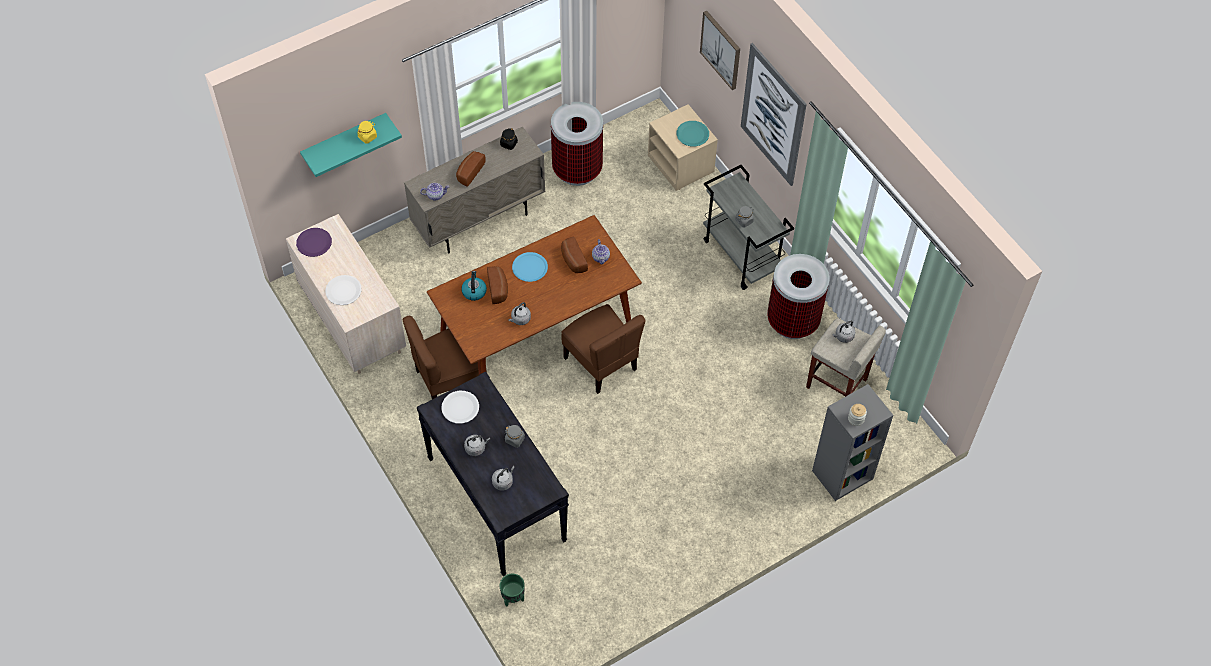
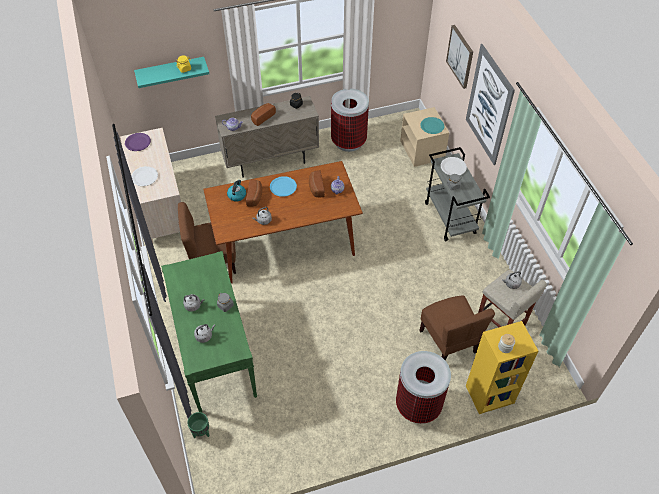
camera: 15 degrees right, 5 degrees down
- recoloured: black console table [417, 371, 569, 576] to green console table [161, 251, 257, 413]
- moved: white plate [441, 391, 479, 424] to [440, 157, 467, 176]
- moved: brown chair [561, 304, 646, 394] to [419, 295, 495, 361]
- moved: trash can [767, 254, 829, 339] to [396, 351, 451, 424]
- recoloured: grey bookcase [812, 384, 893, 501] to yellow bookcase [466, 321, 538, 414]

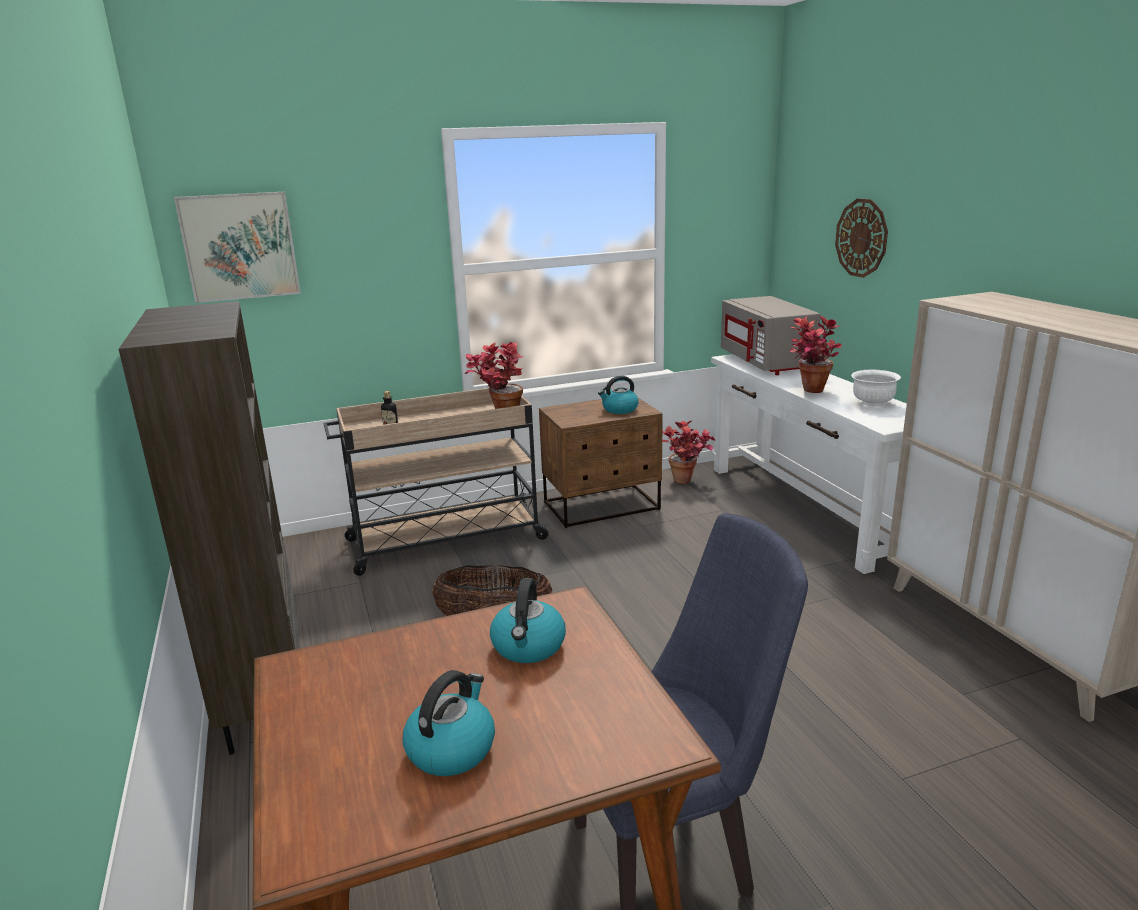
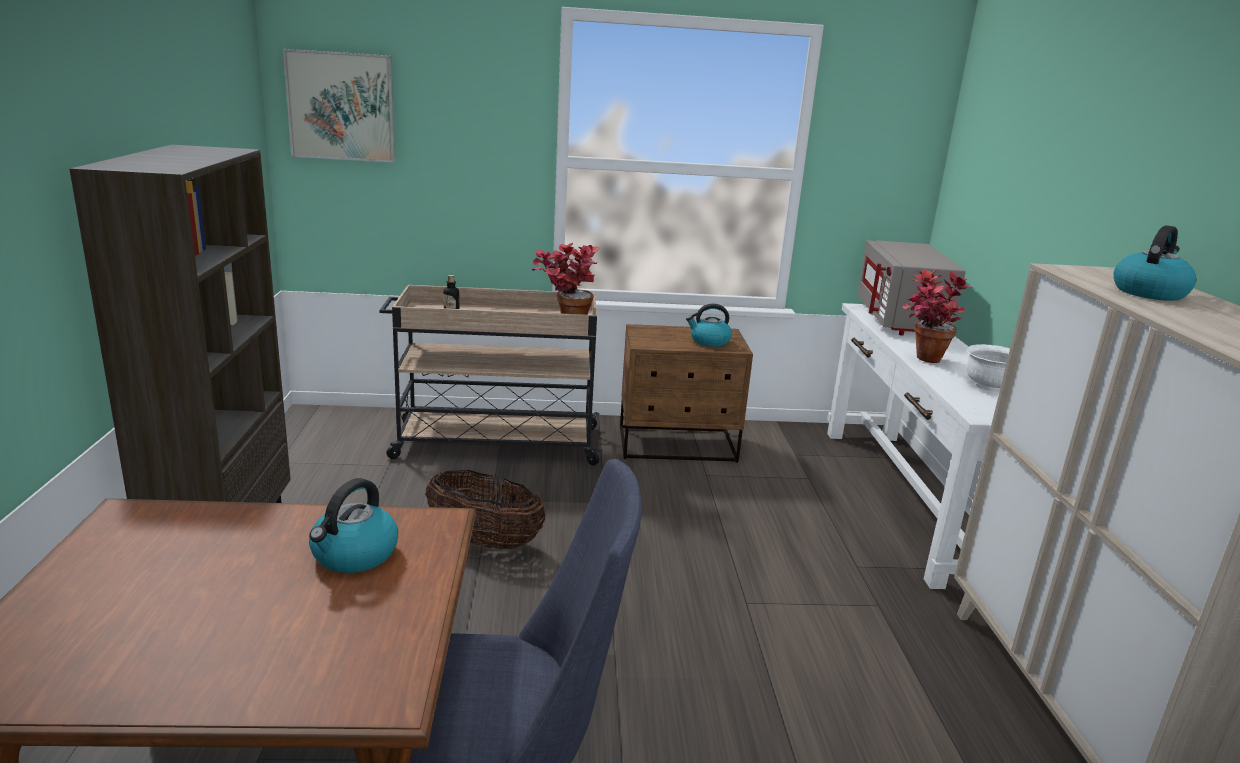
camera: 15 degrees right, 0 degrees up
- moved: kettle [403, 670, 495, 776] to [1114, 226, 1196, 301]
- removed: potted plant [662, 421, 715, 484]
- removed: wall clock [835, 199, 888, 278]

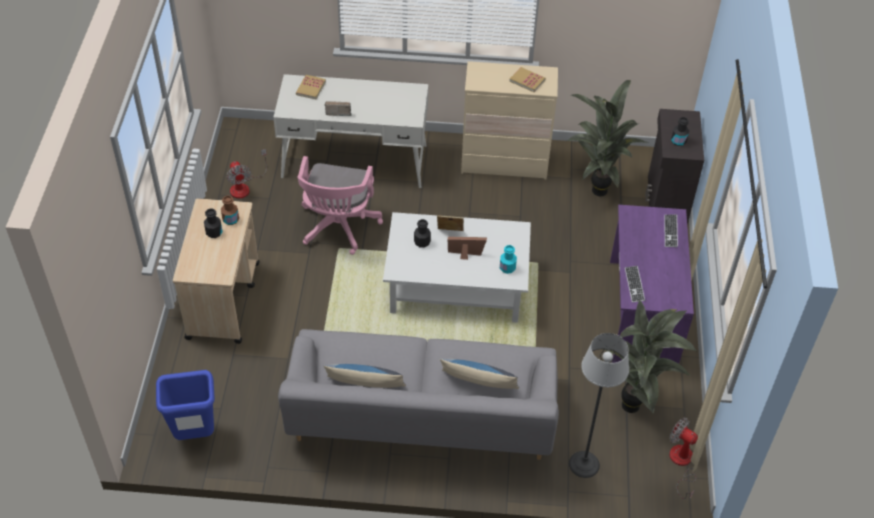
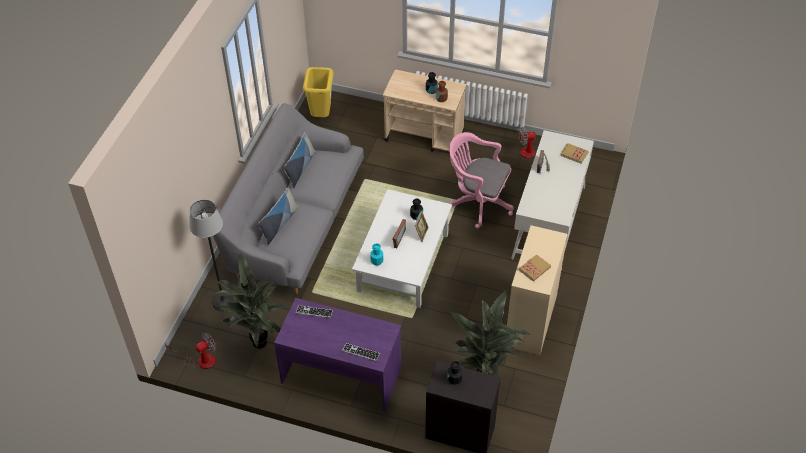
camera: 105 degrees right, 0 degrees up
- recoloured: blue trash can [156, 370, 215, 440] to yellow trash can [303, 67, 334, 117]

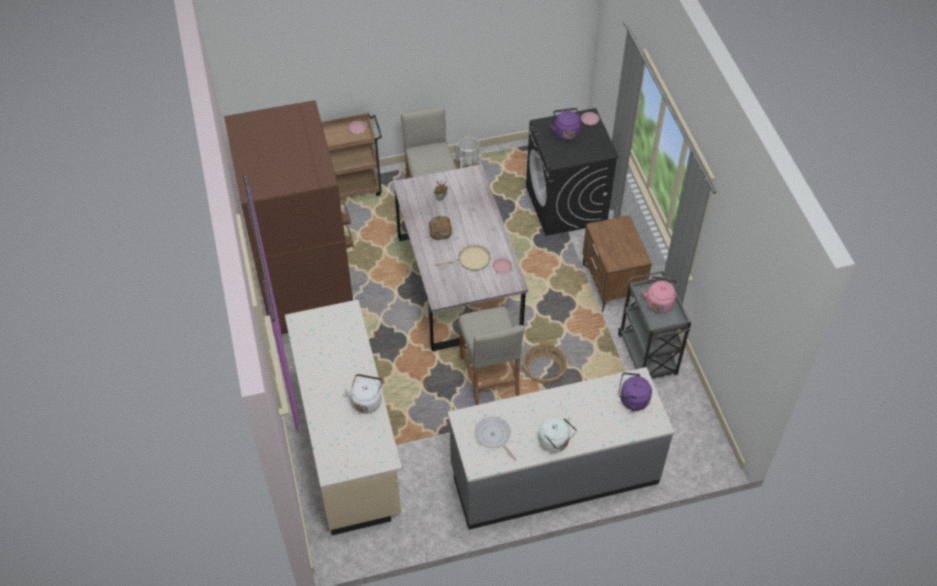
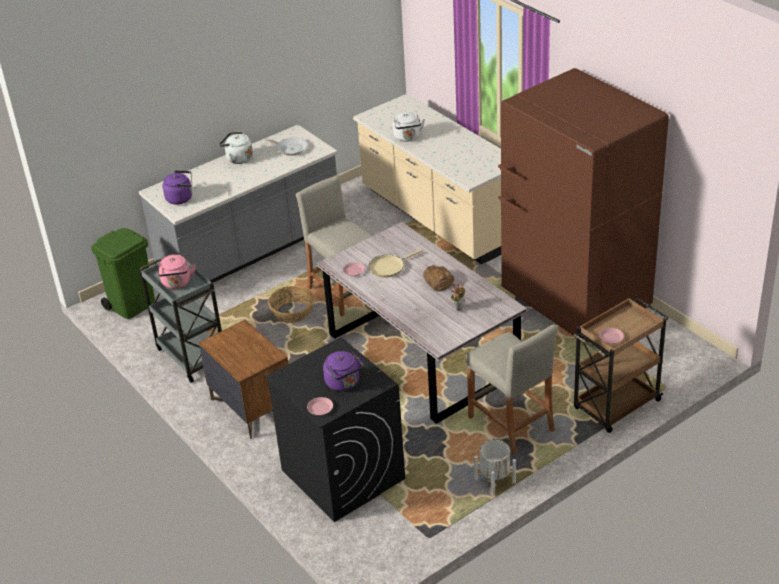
camera: 160 degrees right, 15 degrees down
- added: green trash can [91, 228, 155, 319]

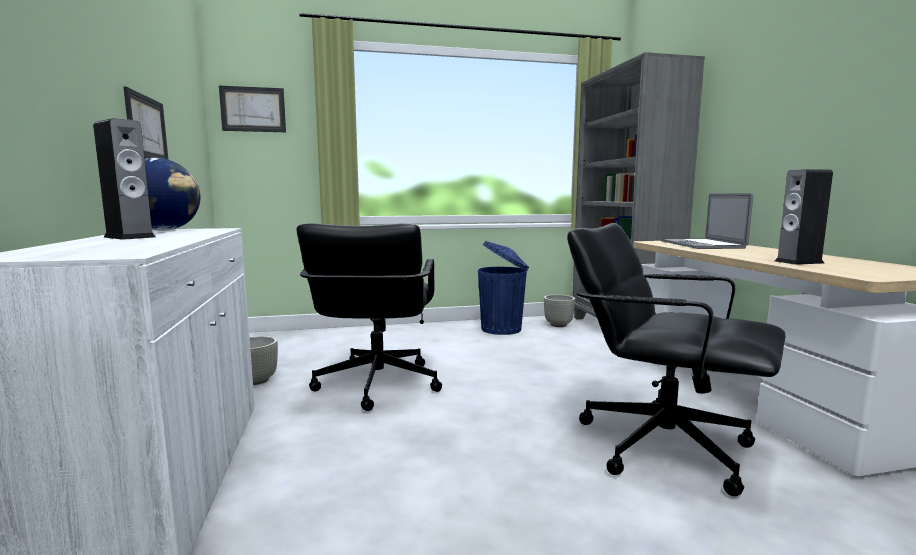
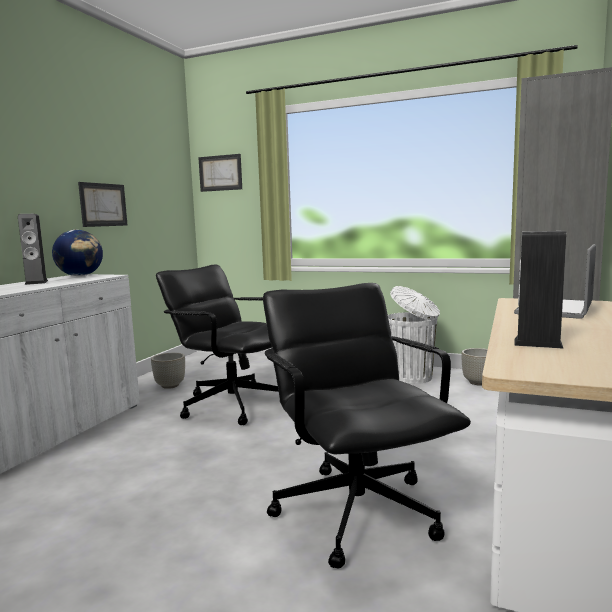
camera: 35 degrees right, 0 degrees up
- turned: black office chair [297, 223, 442, 411] = [156, 265, 281, 425] 90 degrees clockwise
- recoloured: blue trash can [478, 241, 529, 335] to white trash can [388, 286, 440, 384]

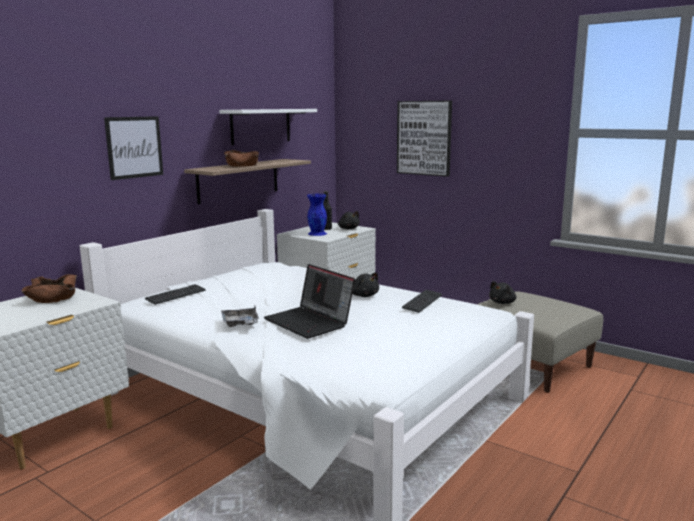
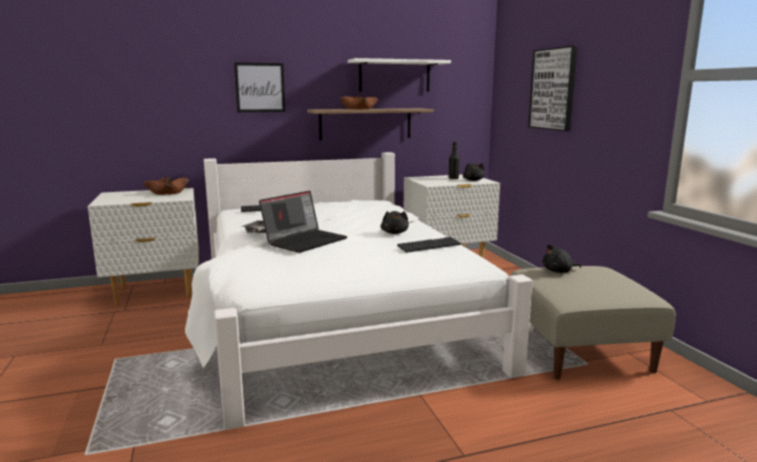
camera: 35 degrees right, 0 degrees up
- turned: laptop [264, 264, 355, 339] = [259, 191, 348, 253] 135 degrees counterclockwise
- removed: blue vase [307, 194, 327, 236]

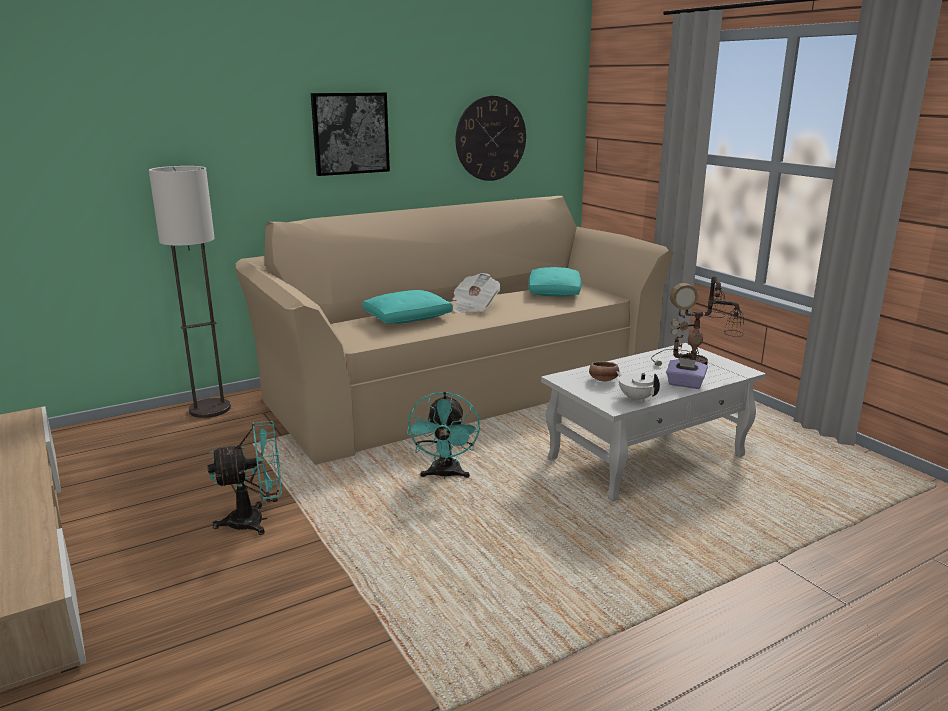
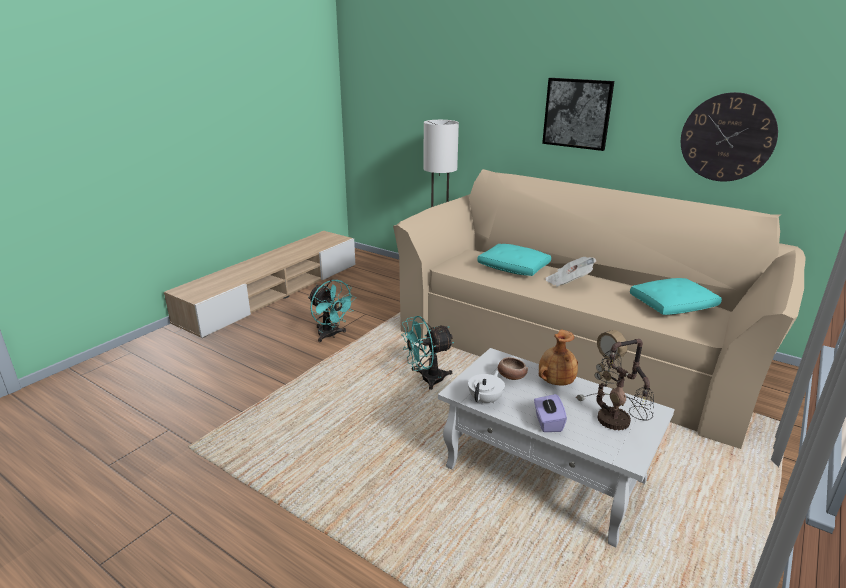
camera: 65 degrees right, 5 degrees up
- added: brown vase [539, 330, 578, 385]

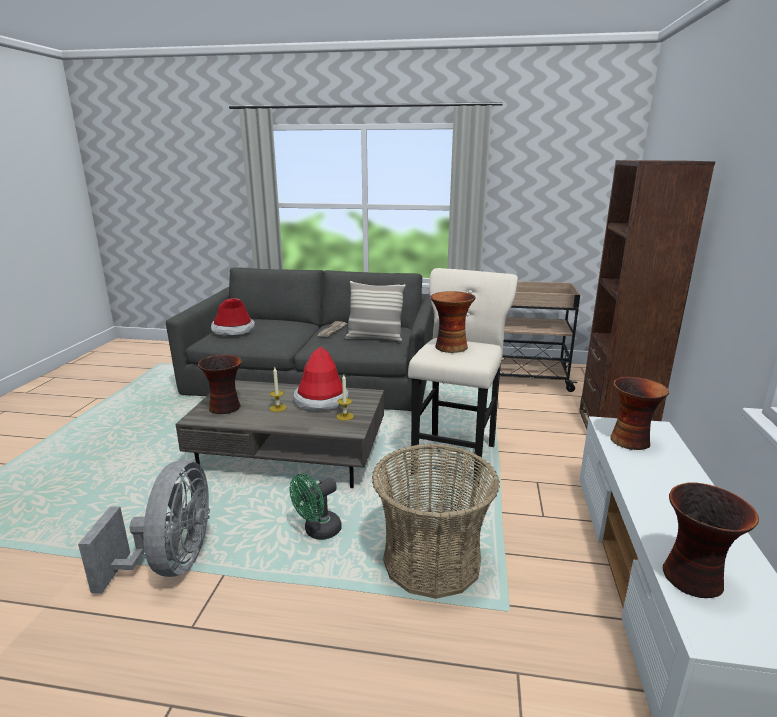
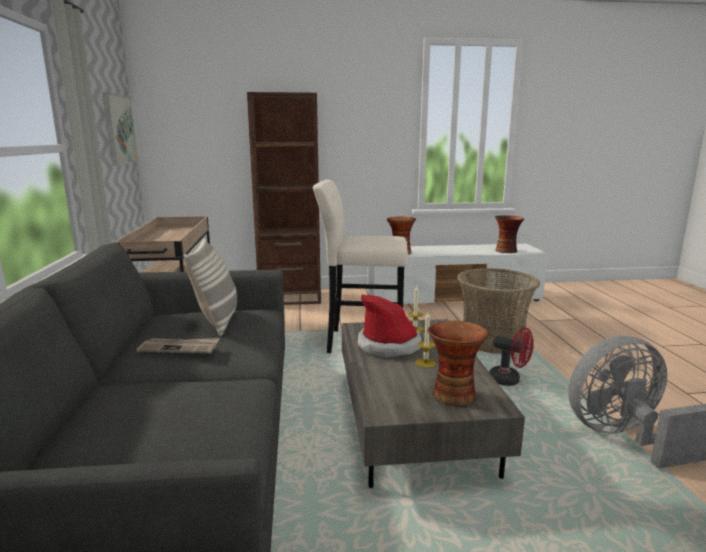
camera: 105 degrees left, 5 degrees down
- removed: hat [211, 298, 255, 336]
- recoloured: green fan [290, 474, 342, 540] to red fan [489, 327, 534, 386]
- removed: vase [431, 291, 476, 353]
- added: picture [103, 92, 138, 166]

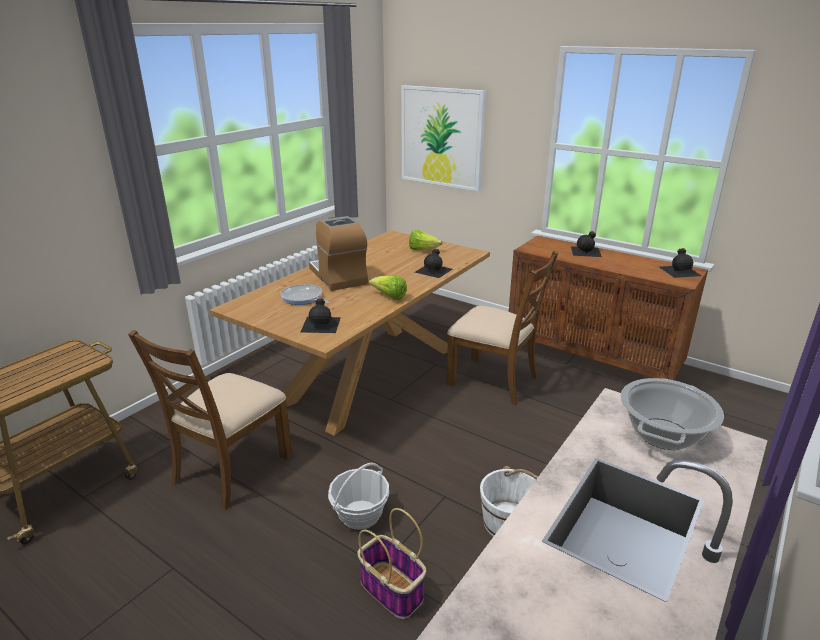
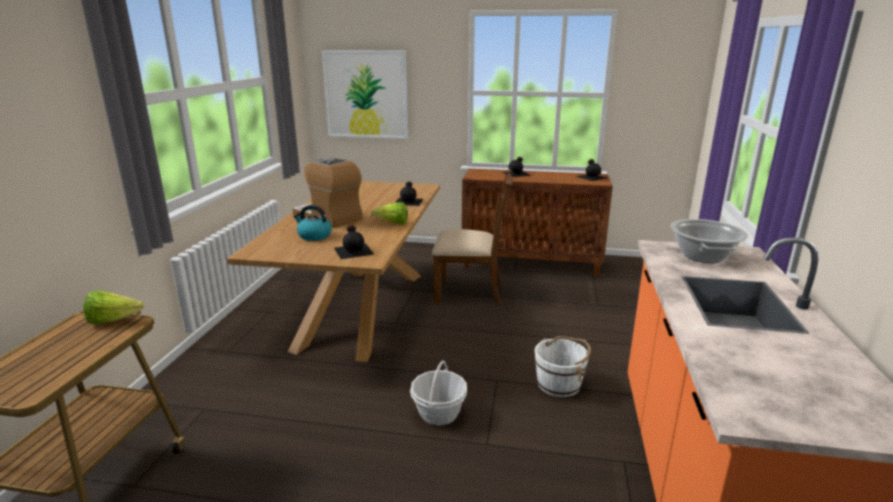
camera: 25 degrees left, 5 degrees down
- removed: brown chair [128, 330, 292, 510]
- replaced: frying pan [280, 284, 330, 305] to kettle [293, 205, 332, 241]
- removed: basket [357, 508, 426, 619]
- moved: lettuce [409, 230, 442, 250] to [83, 290, 144, 324]

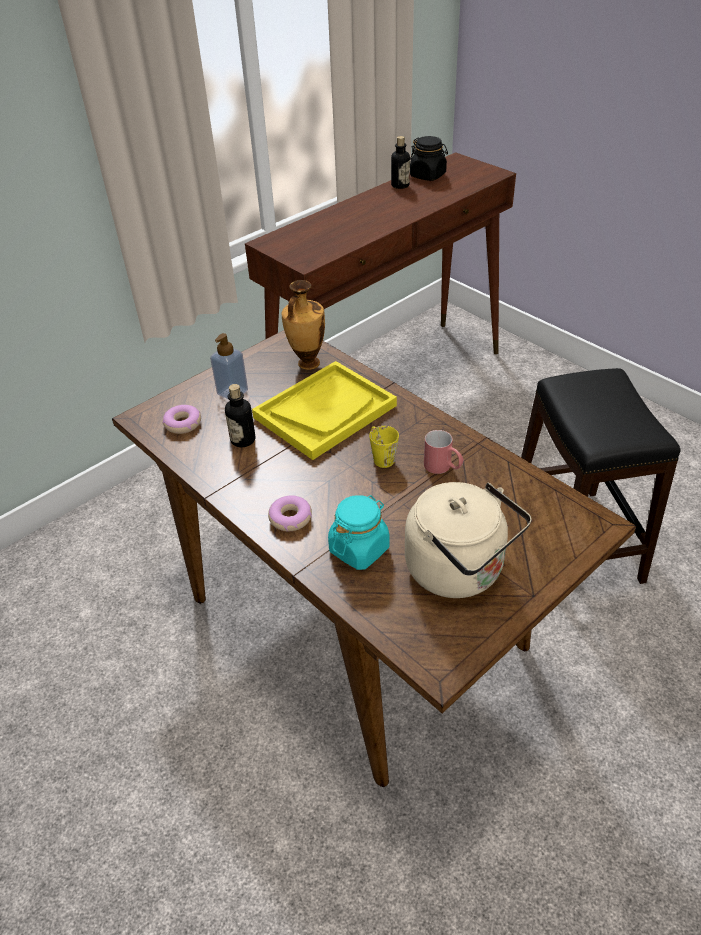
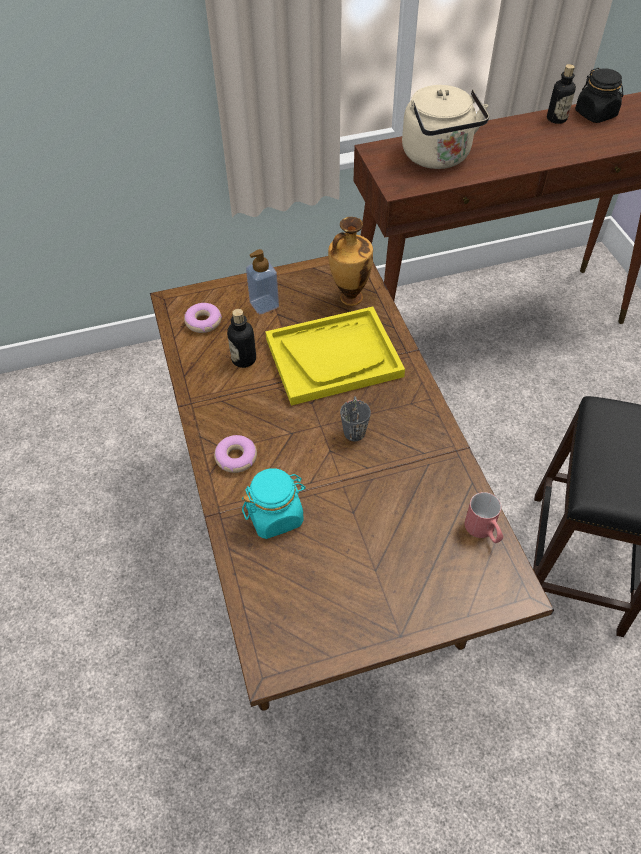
camera: 25 degrees right, 10 degrees up
- recoloured: yellow mug [369, 426, 399, 468] to grey mug [340, 396, 371, 441]
- moved: beige kettle [405, 482, 531, 598] to [402, 85, 489, 169]
- moved: red mug [424, 430, 464, 474] to [465, 492, 503, 543]

